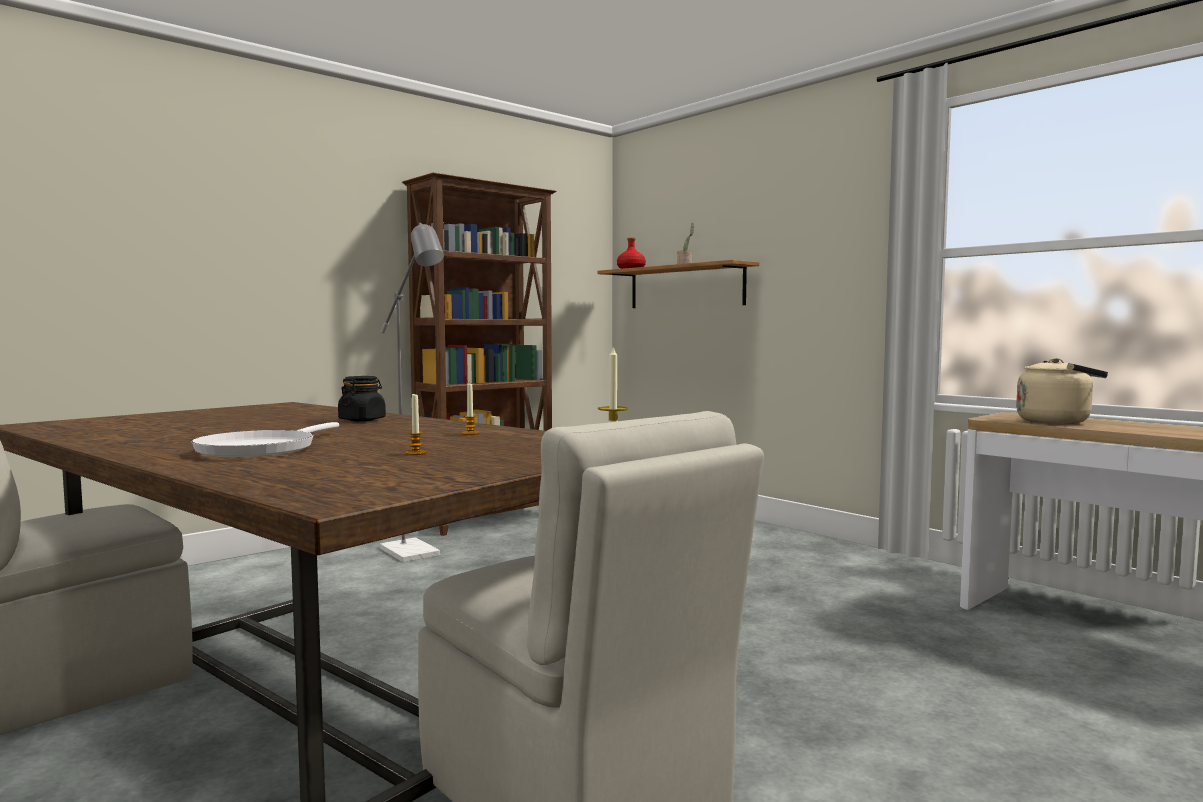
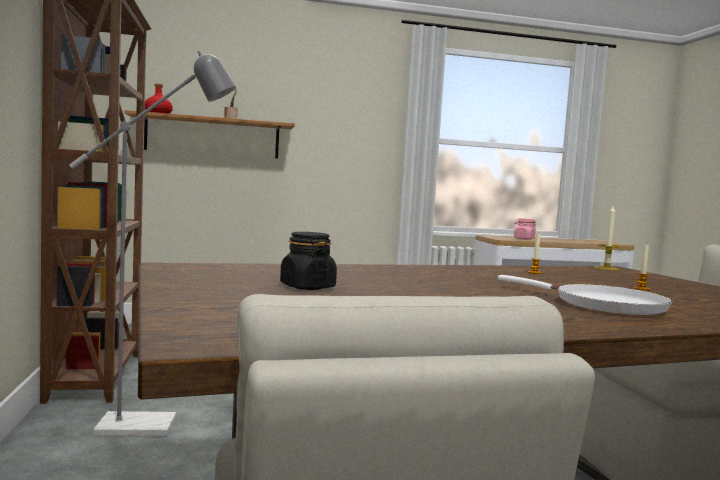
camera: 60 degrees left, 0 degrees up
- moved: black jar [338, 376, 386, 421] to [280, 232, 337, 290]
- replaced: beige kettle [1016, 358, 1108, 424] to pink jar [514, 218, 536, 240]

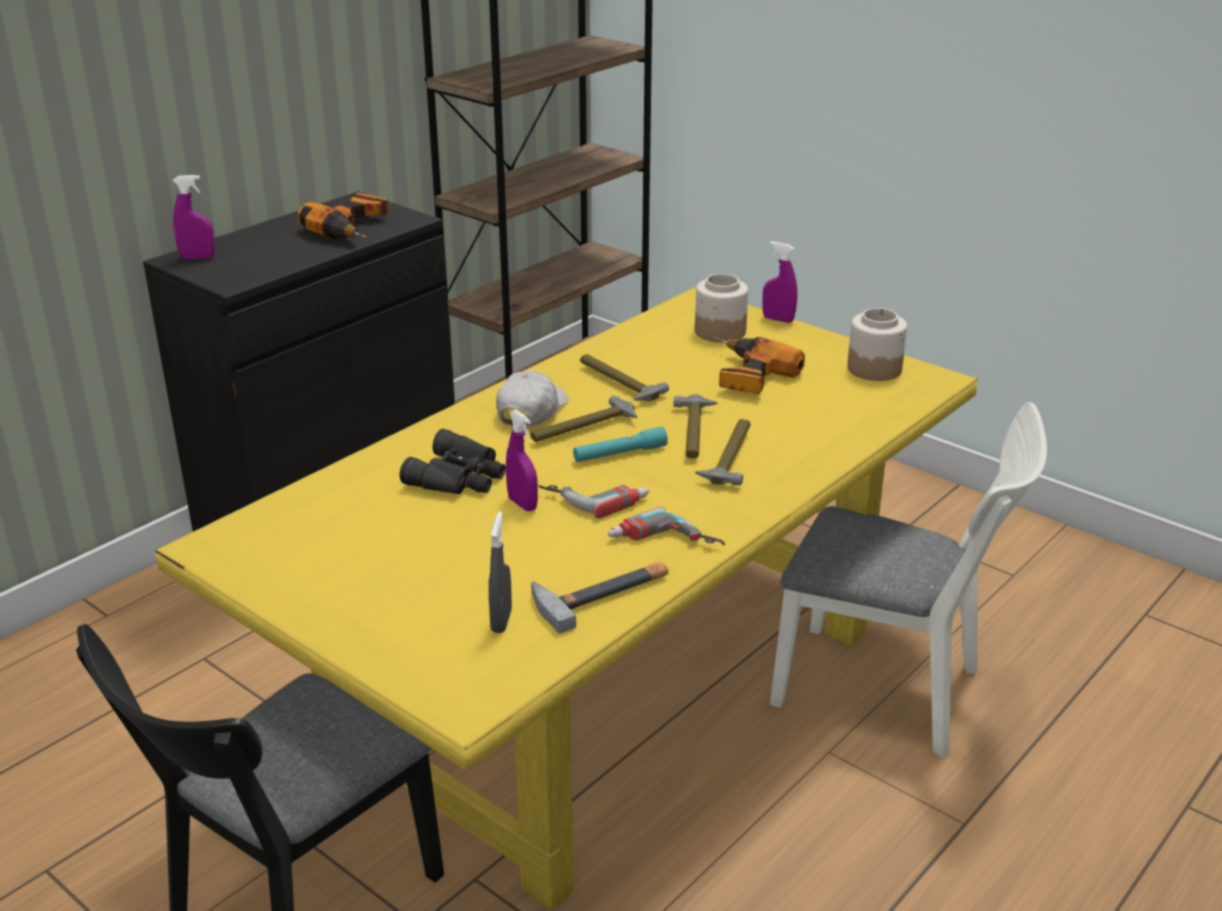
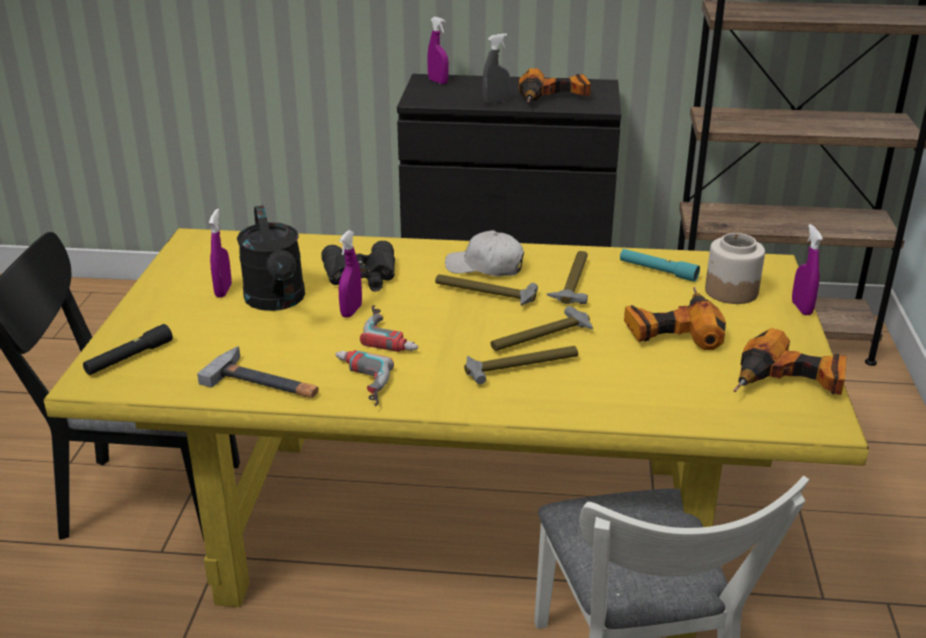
camera: 55 degrees right, 0 degrees up
- moved: grey spray bottle [489, 511, 512, 633] to [482, 33, 510, 104]
- turned: white cap [496, 371, 569, 427] = [445, 230, 524, 276] 150 degrees counterclockwise
- moved: turquoise flashlight [573, 427, 668, 462] to [620, 249, 700, 282]
- replaced: jar [847, 308, 907, 381] to power drill [733, 328, 847, 395]
- added: black flashlight [83, 324, 173, 375]
- added: purple spray bottle [209, 209, 232, 297]
- added: black watering can [237, 206, 305, 311]

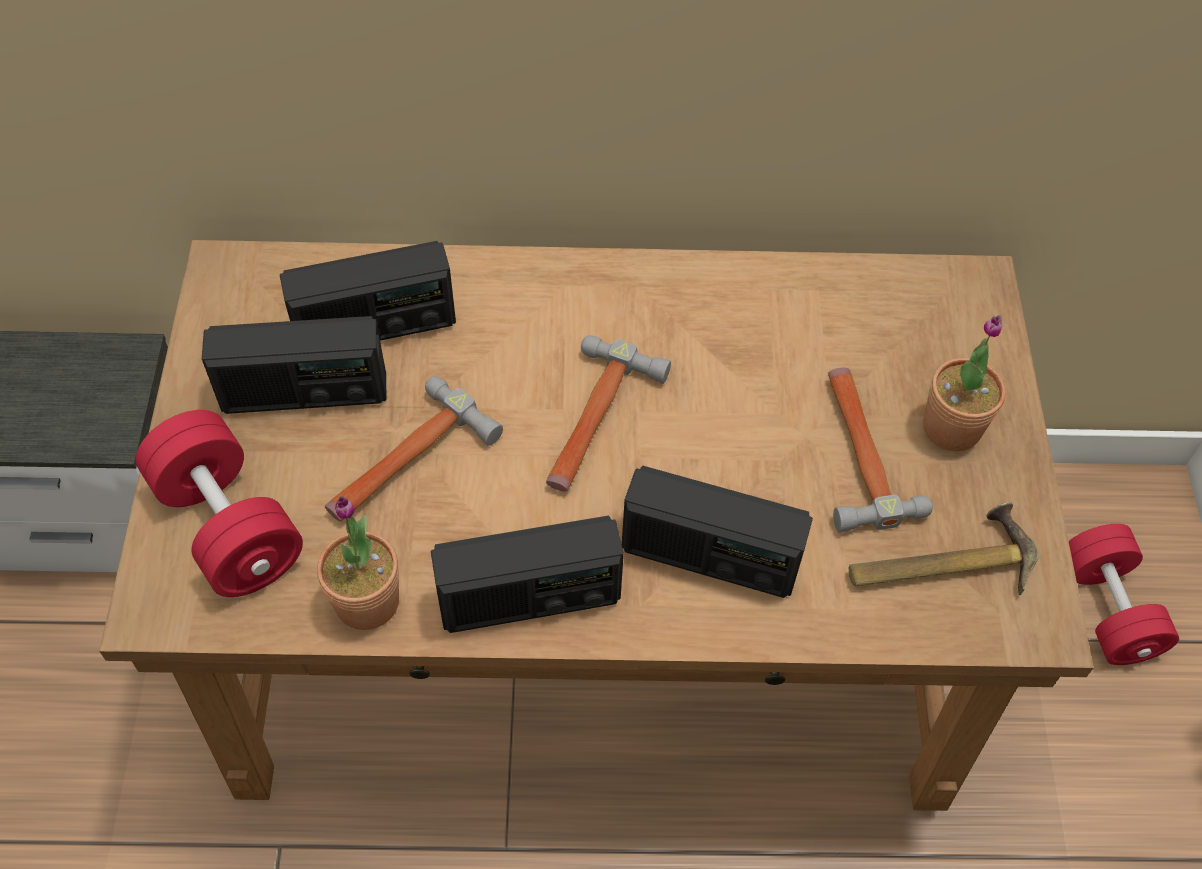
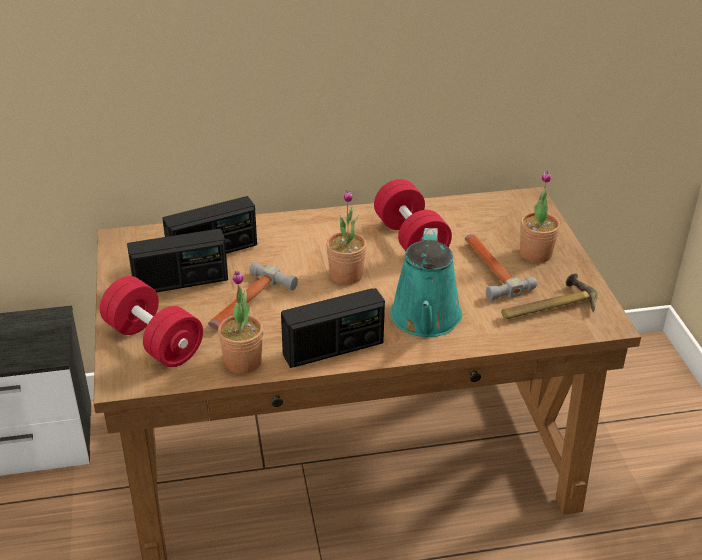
camera: 10 degrees left, 20 degrees down
- replaced: hammer [546, 335, 671, 491] to potted plant [326, 190, 367, 285]
- replaced: radio [622, 466, 813, 598] to turquoise watering can [390, 228, 462, 337]
- moved: red dumbbell [1069, 524, 1179, 665] to [374, 179, 452, 251]

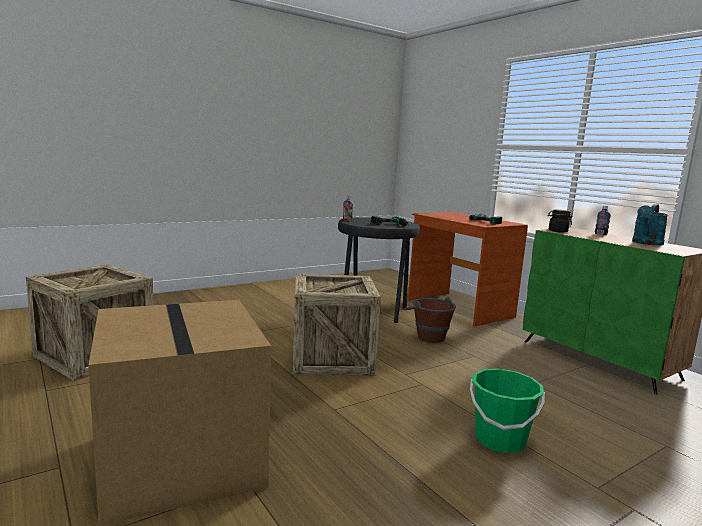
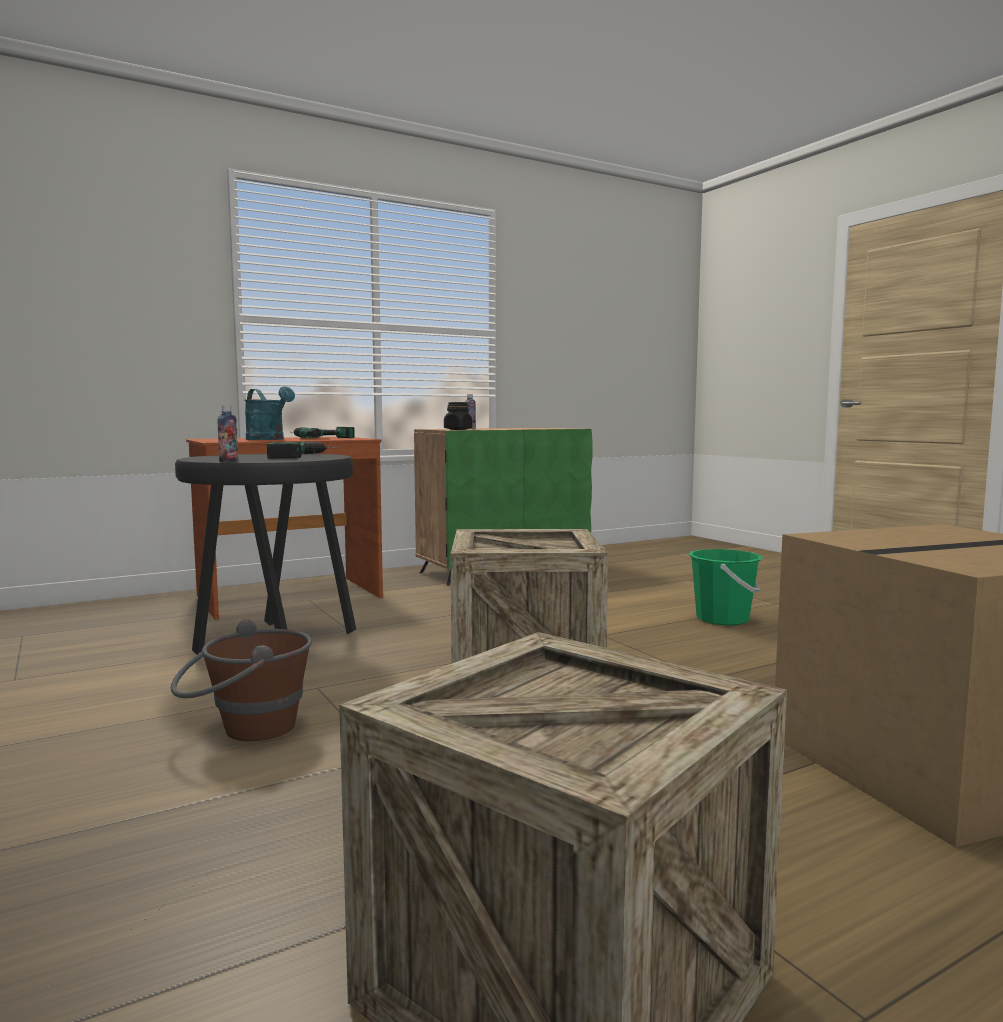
camera: 85 degrees left, 5 degrees down
- moved: brown bucket [403, 297, 456, 343] to [171, 619, 312, 741]
- moved: turquoise watering can [632, 204, 668, 246] to [245, 386, 295, 440]

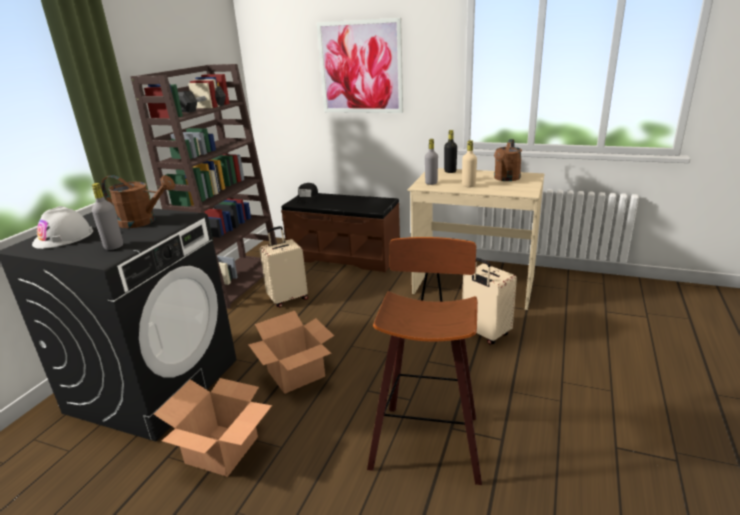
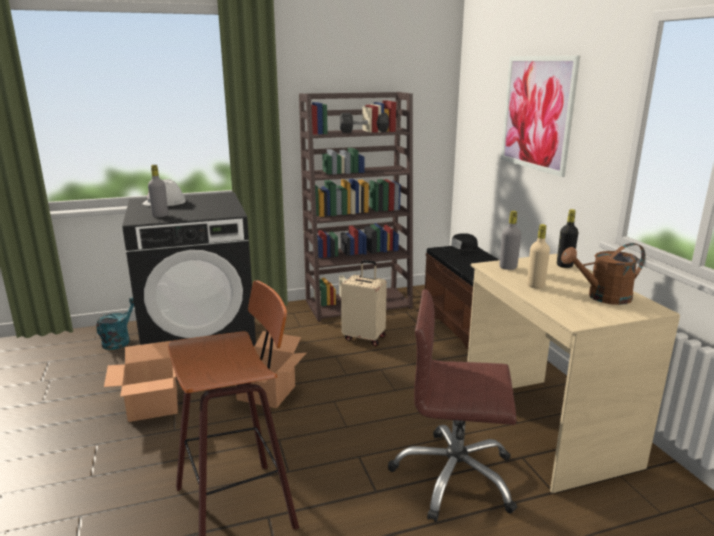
camera: 50 degrees right, 5 degrees down
- removed: brown watering can [101, 175, 175, 228]
- replaced: beige suitcase [462, 258, 517, 344] to brown office chair [388, 289, 517, 522]
- added: turquoise watering can [96, 298, 134, 350]

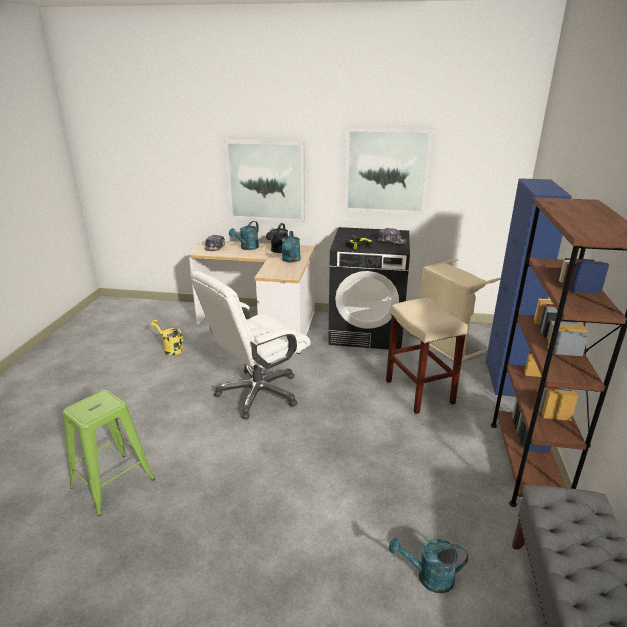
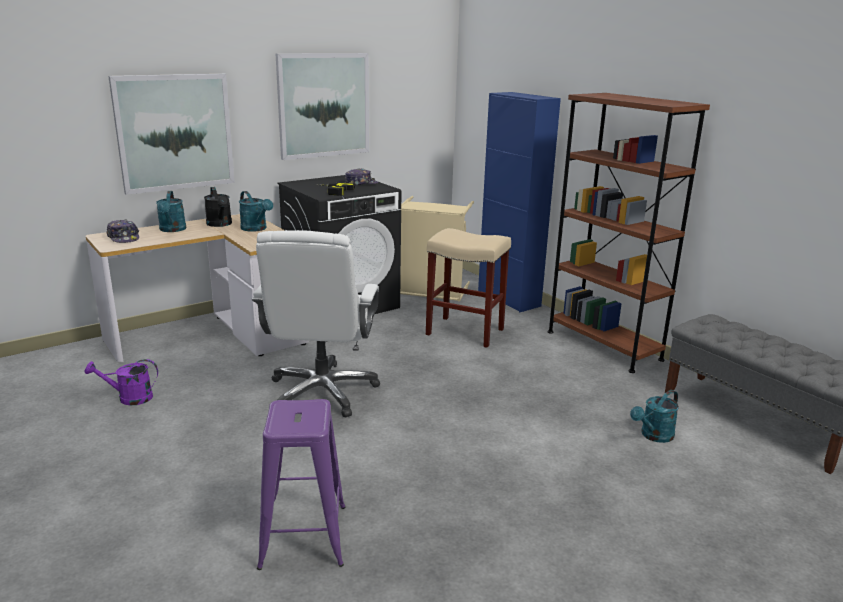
camera: 45 degrees left, 5 degrees down
- recoloured: green stool [62, 390, 155, 516] to purple stool [257, 399, 345, 570]
- recoloured: yellow watering can [151, 320, 183, 355] to purple watering can [85, 359, 158, 405]

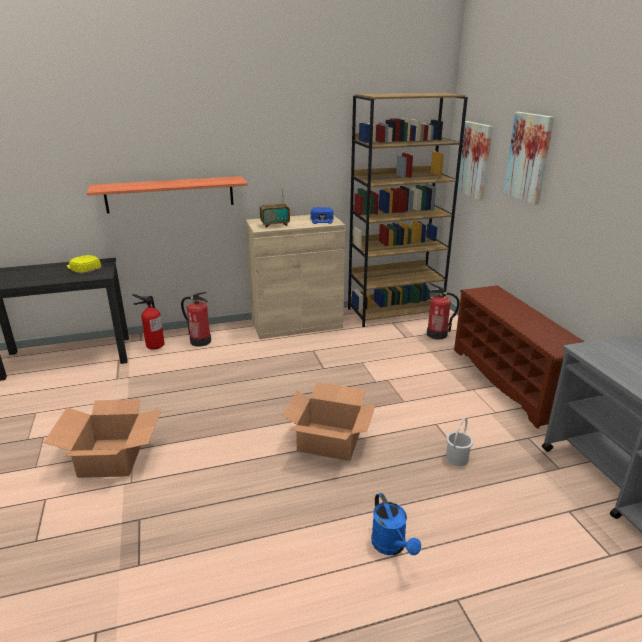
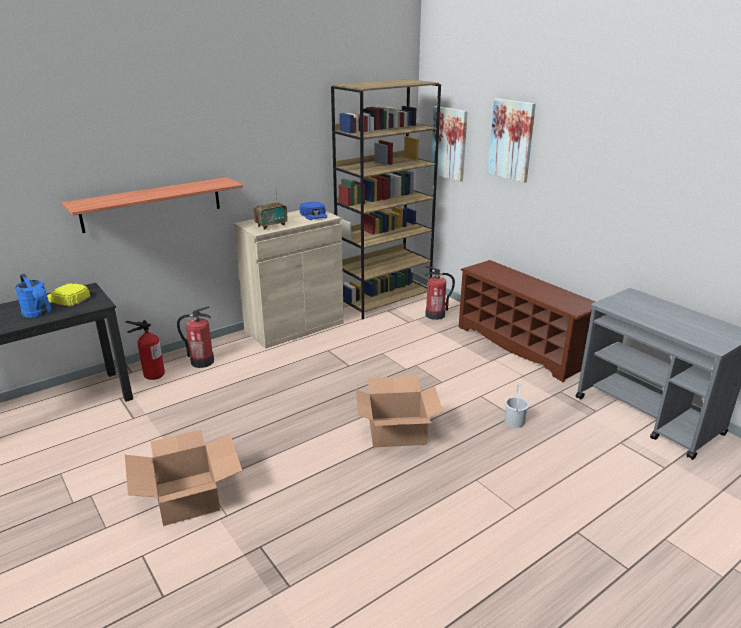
camera: 20 degrees left, 0 degrees up
- moved: blue watering can [371, 493, 421, 555] to [15, 274, 51, 318]

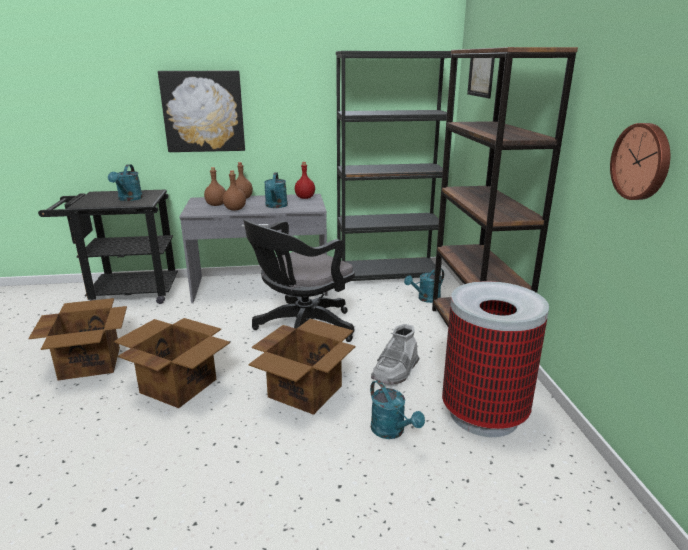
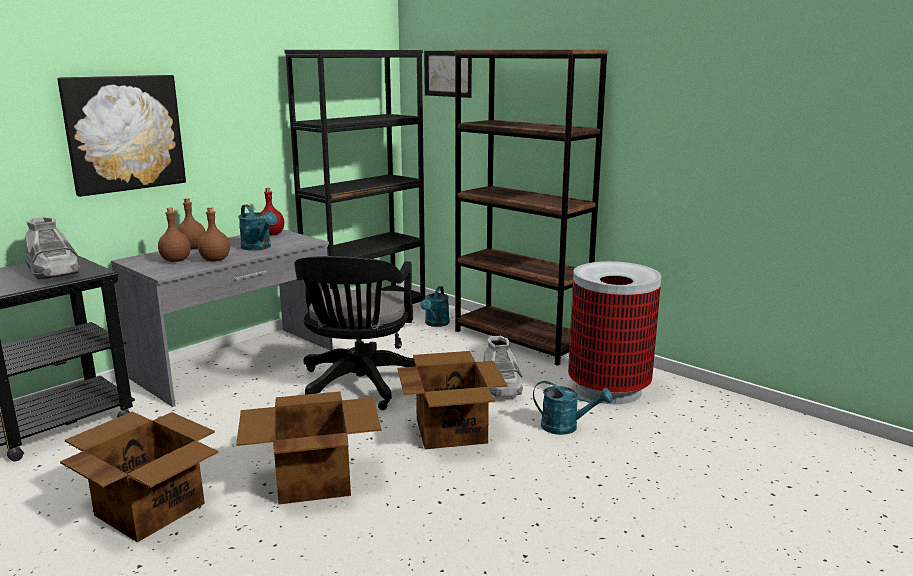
camera: 40 degrees left, 5 degrees down
- replaced: turquoise watering can [108, 164, 143, 201] to grey boot [25, 217, 80, 279]
- removed: wall clock [610, 123, 670, 200]

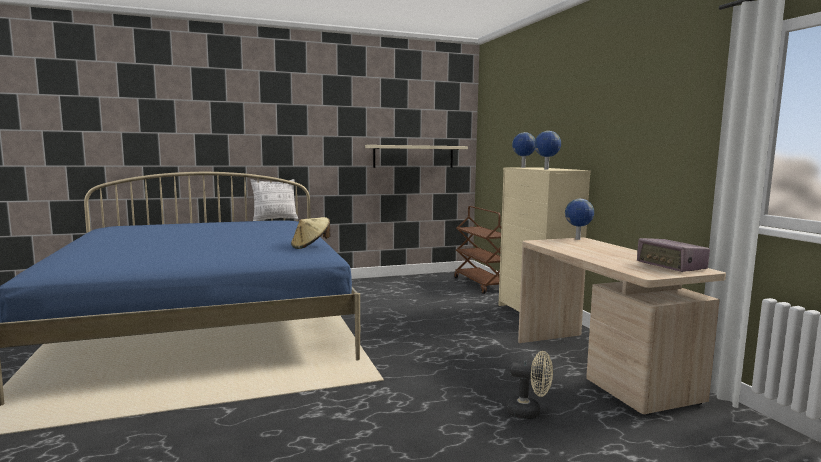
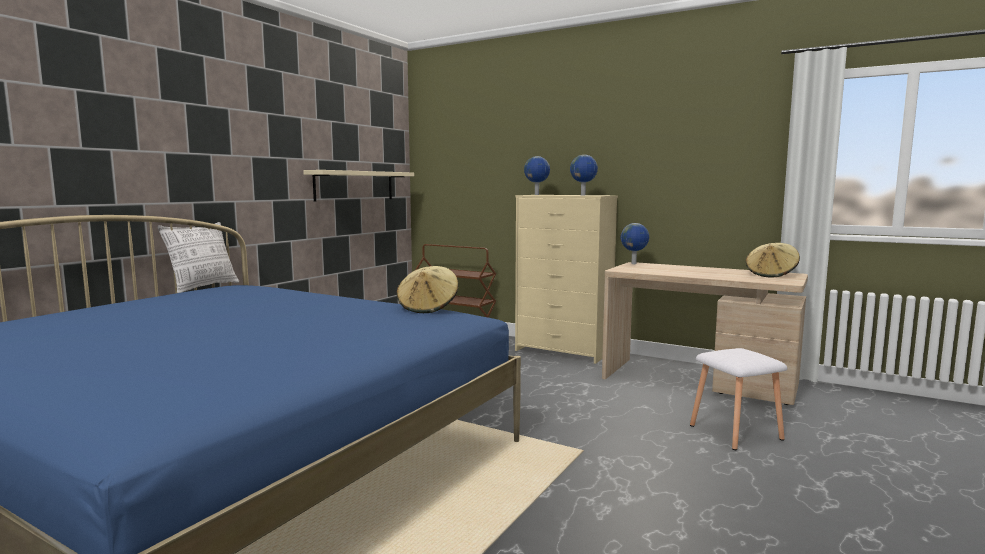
camera: 40 degrees left, 0 degrees up
- replaced: beige fan [506, 351, 553, 419] to white stool [690, 348, 787, 450]
- replaced: radio [637, 238, 710, 272] to beige hat [746, 243, 800, 277]

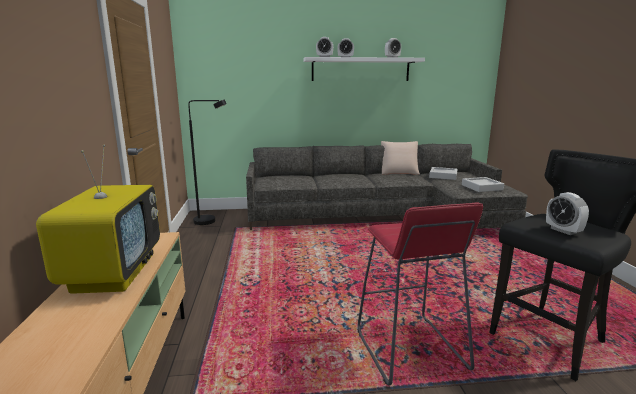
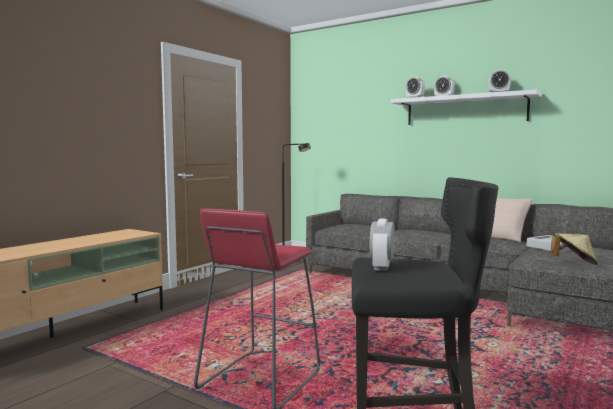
camera: 40 degrees right, 10 degrees down
- removed: television [36, 145, 160, 294]
- replaced: grey tray [462, 177, 504, 192] to beige hat [551, 233, 598, 265]

